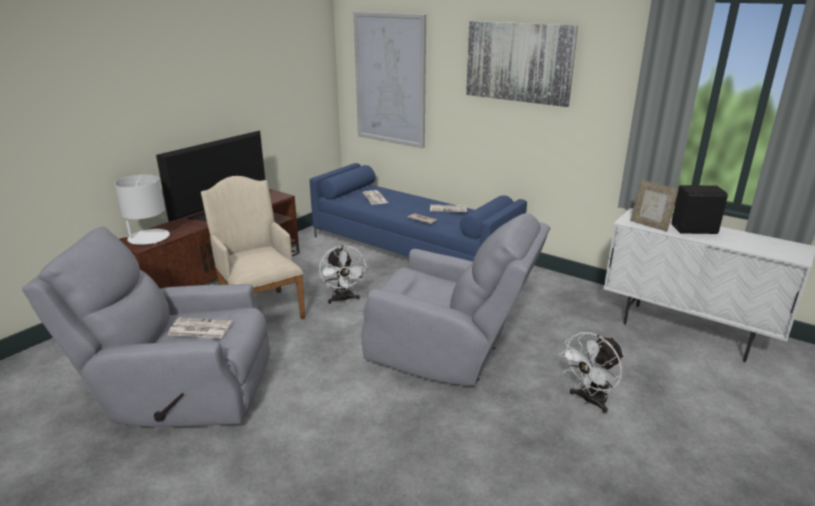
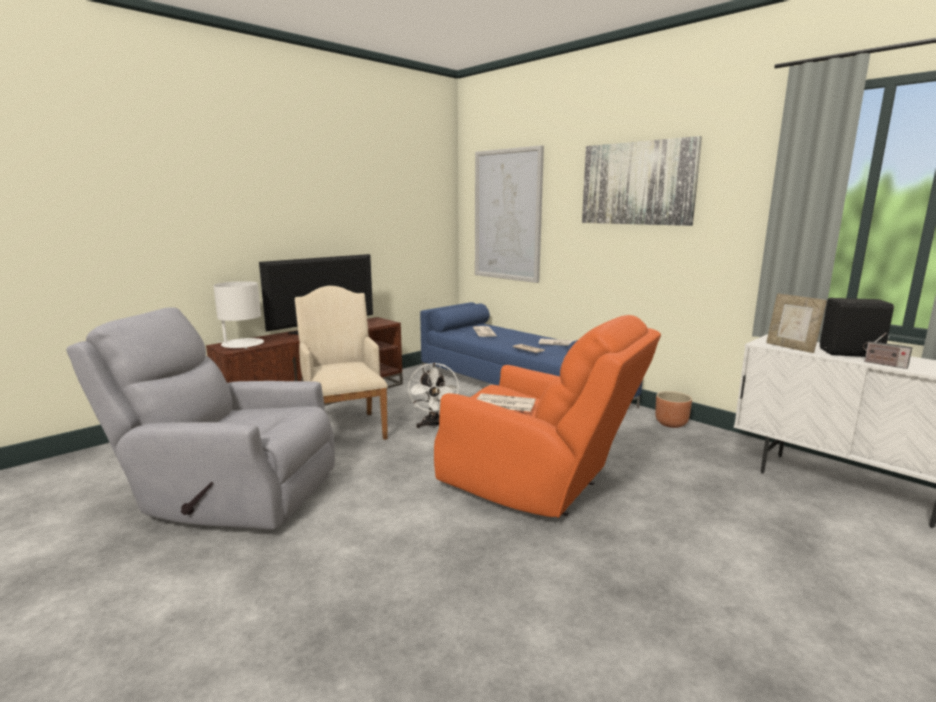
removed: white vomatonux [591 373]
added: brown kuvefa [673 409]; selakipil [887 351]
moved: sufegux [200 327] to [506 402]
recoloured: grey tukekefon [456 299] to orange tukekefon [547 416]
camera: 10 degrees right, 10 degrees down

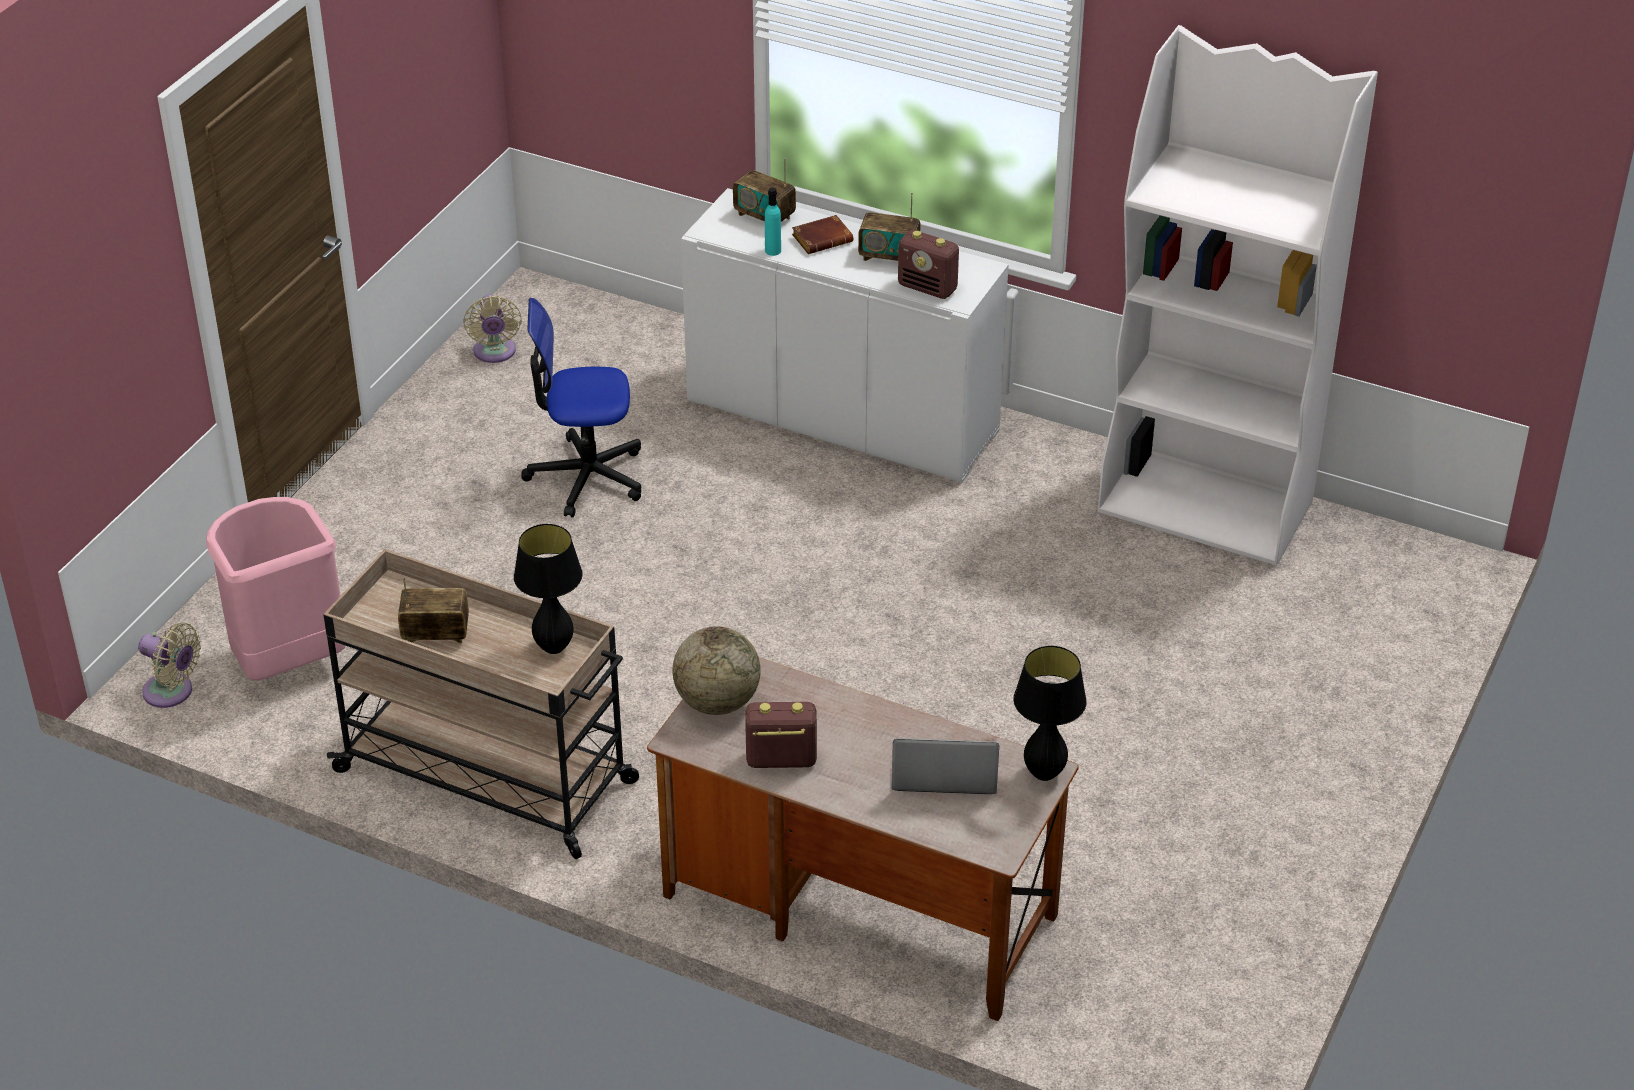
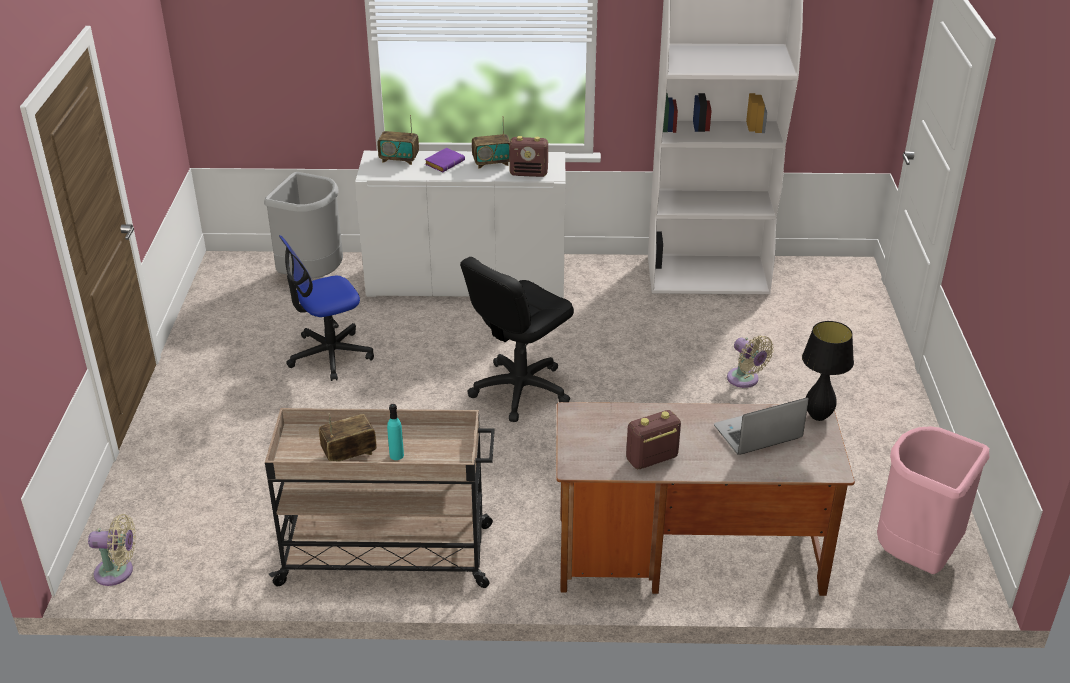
removed: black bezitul [548 589]; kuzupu [716 670]
added: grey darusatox [303 225]; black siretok [517 339]
moved: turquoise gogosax [773 222] to [395 432]; beige vomatonux [492 328] to [750 362]; pink darusatox [276 589] to [933 500]
recoloured: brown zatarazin [822 234] to purple zatarazin [445 160]
camera: 25 degrees left, 5 degrees down

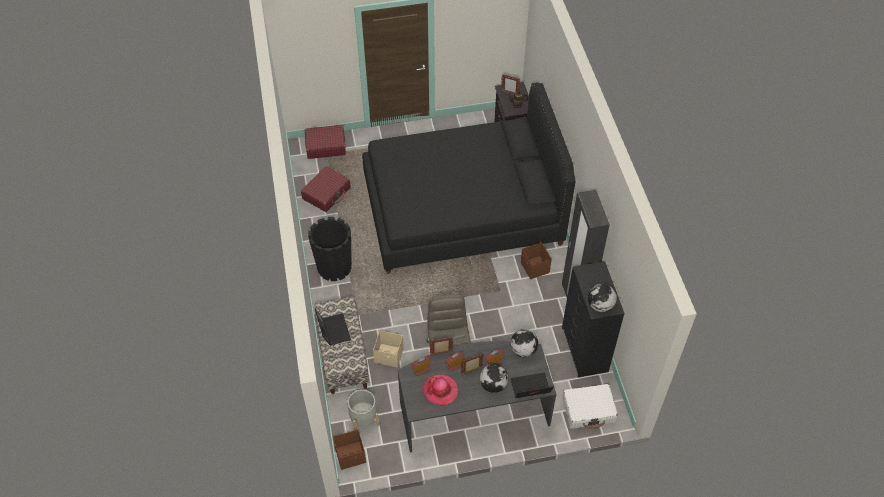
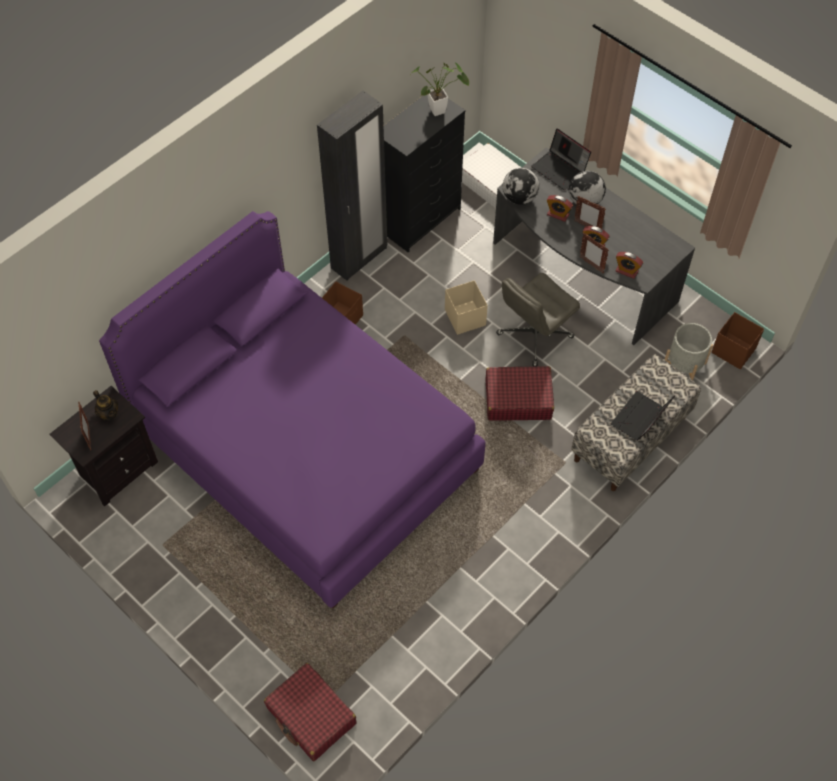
removed: black kuvefa [330 249]; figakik [440 389]
moved: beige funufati [388 349] to [466 307]; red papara [326 189] to [519 393]
replaced: kuzupu [602 298] to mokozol [440 89]
recoloured: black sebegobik [469 178] to purple sebegobik [292 410]
camera: 125 degrees left, 5 degrees up

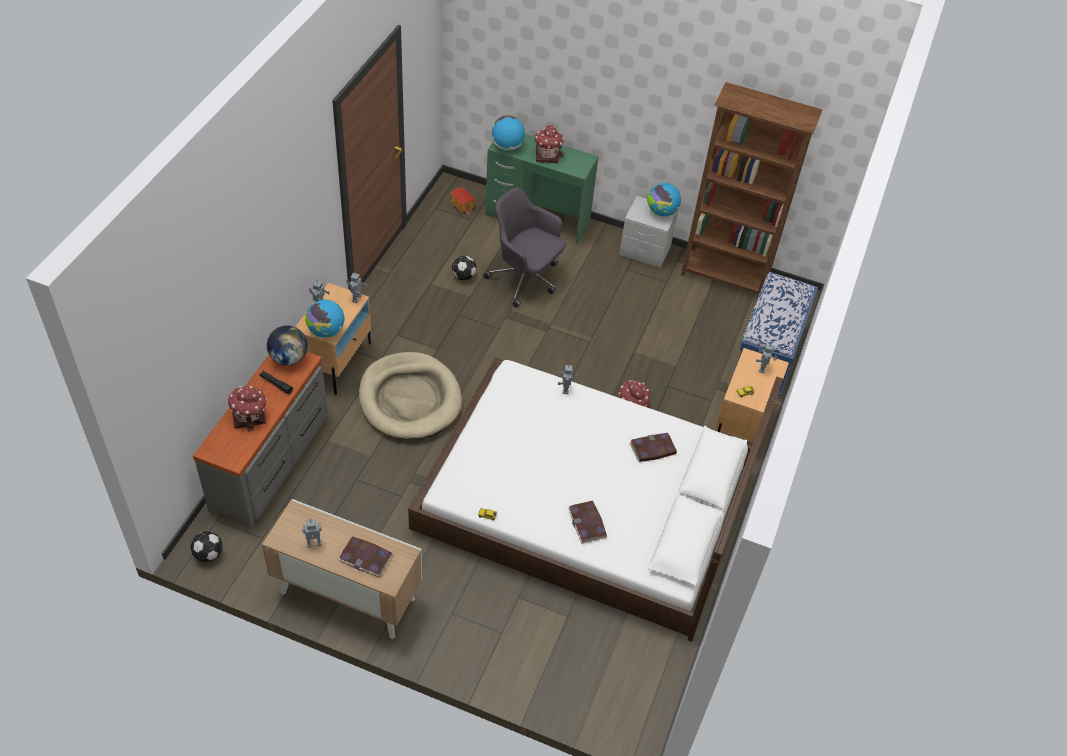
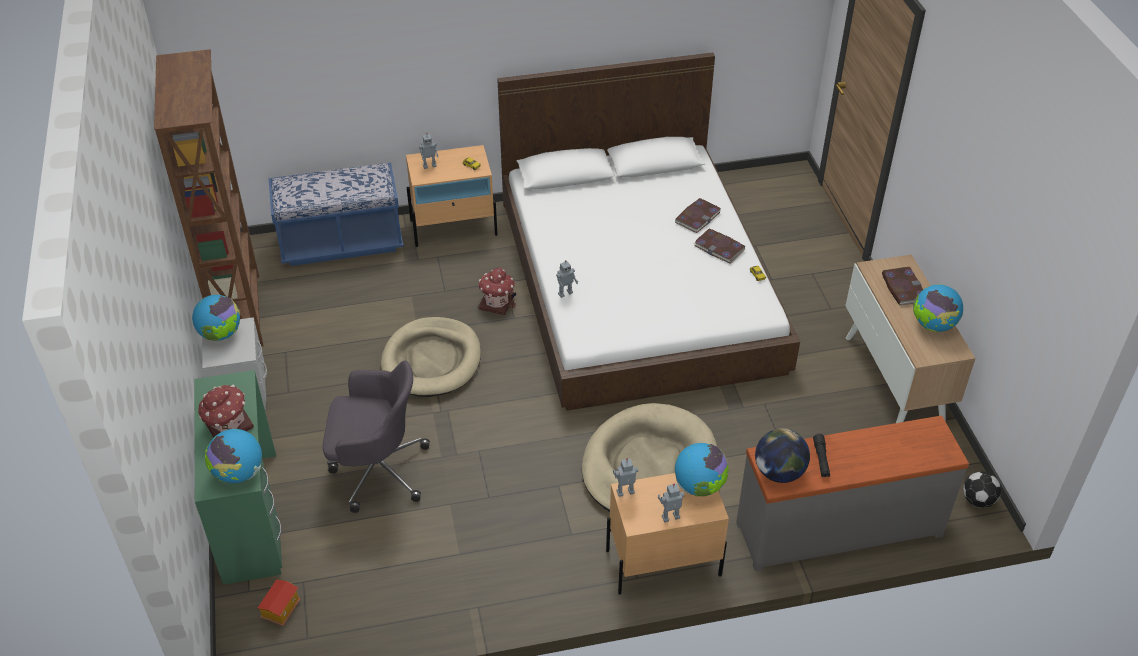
removed: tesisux [247 408]; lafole [464 268]
added: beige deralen [431 357]
moved: zatarazin [653 447] to [720 246]
replaced: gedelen [312 533] to kuzupu [938 308]
turned: grey siretok [524 247] = [376 437] 90 degrees counterclockwise
camera: 120 degrees left, 5 degrees down

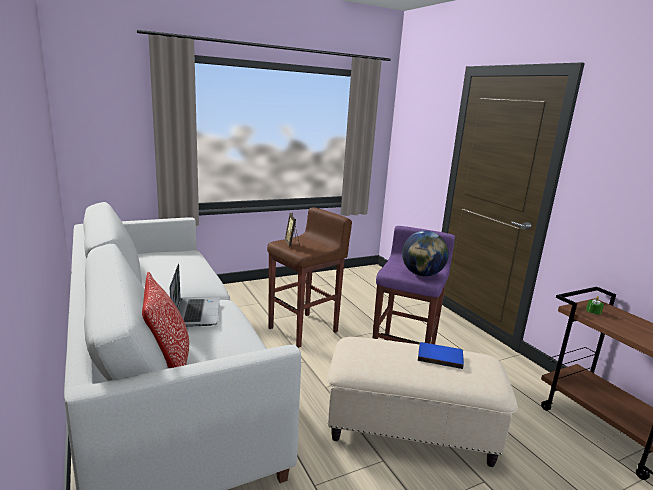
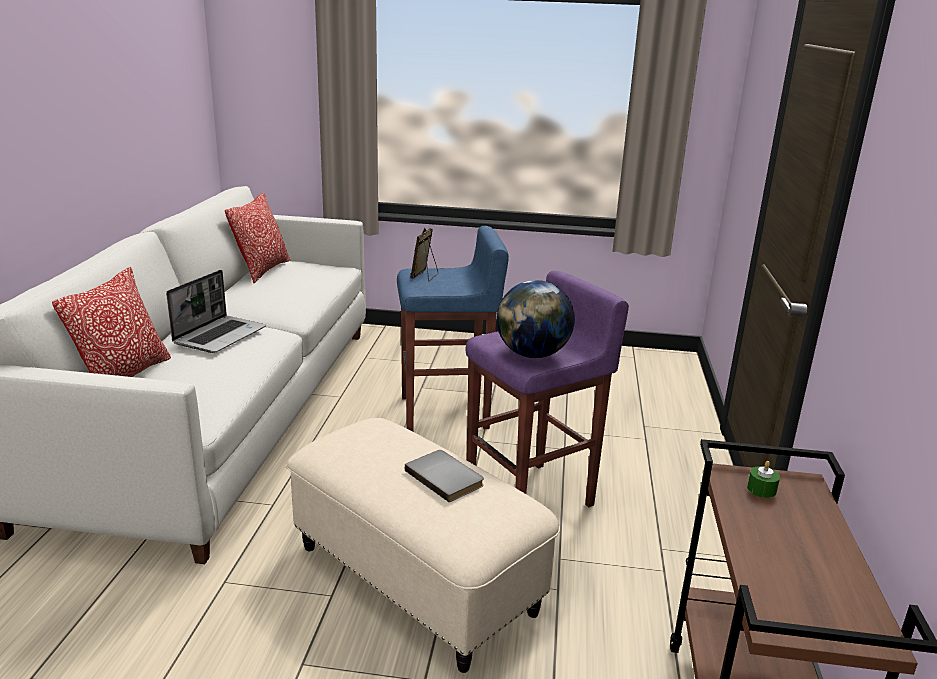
added: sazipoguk [257 238]
recoloured: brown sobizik [309 277] to blue sobizik [453 329]; blue zatarazin [441 355] to grey zatarazin [444 476]
camera: 35 degrees right, 5 degrees up

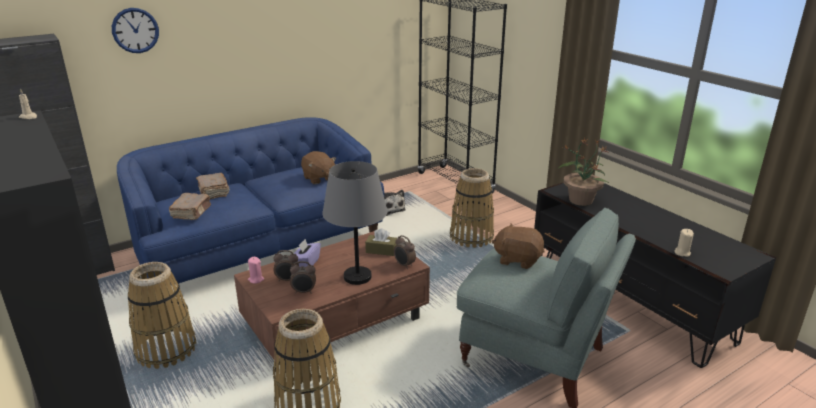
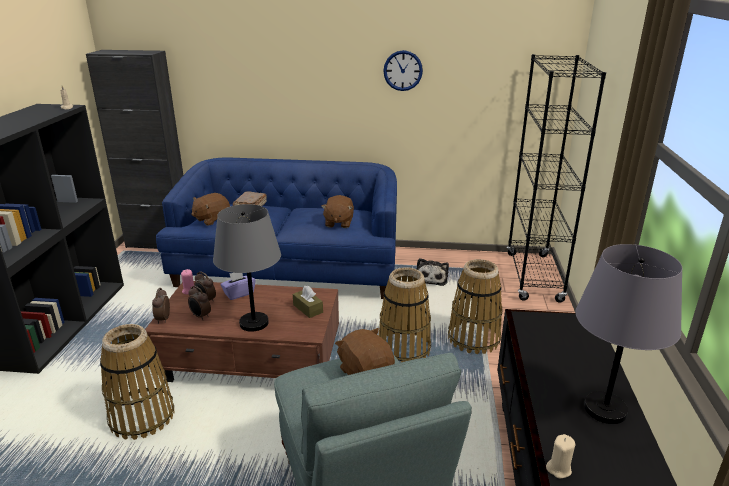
removed: mokozol [583 172]
added: grey bezitul [629 334]
moved: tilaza [405 252] to [161 306]; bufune [162 315] to [405 314]; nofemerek [135 30] to [403 70]
replaced: brown zatarazin [190 206] to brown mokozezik [210 209]
camera: 40 degrees right, 0 degrees up

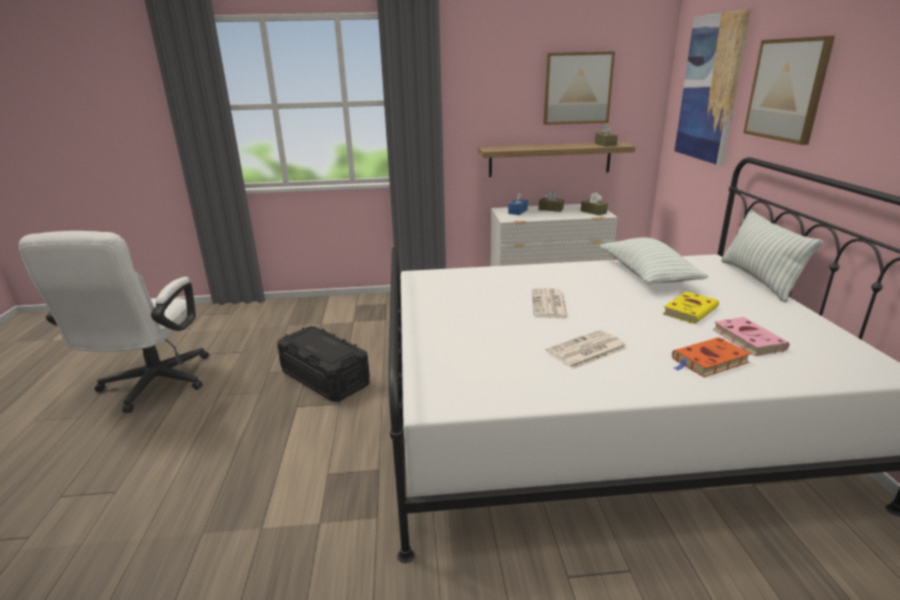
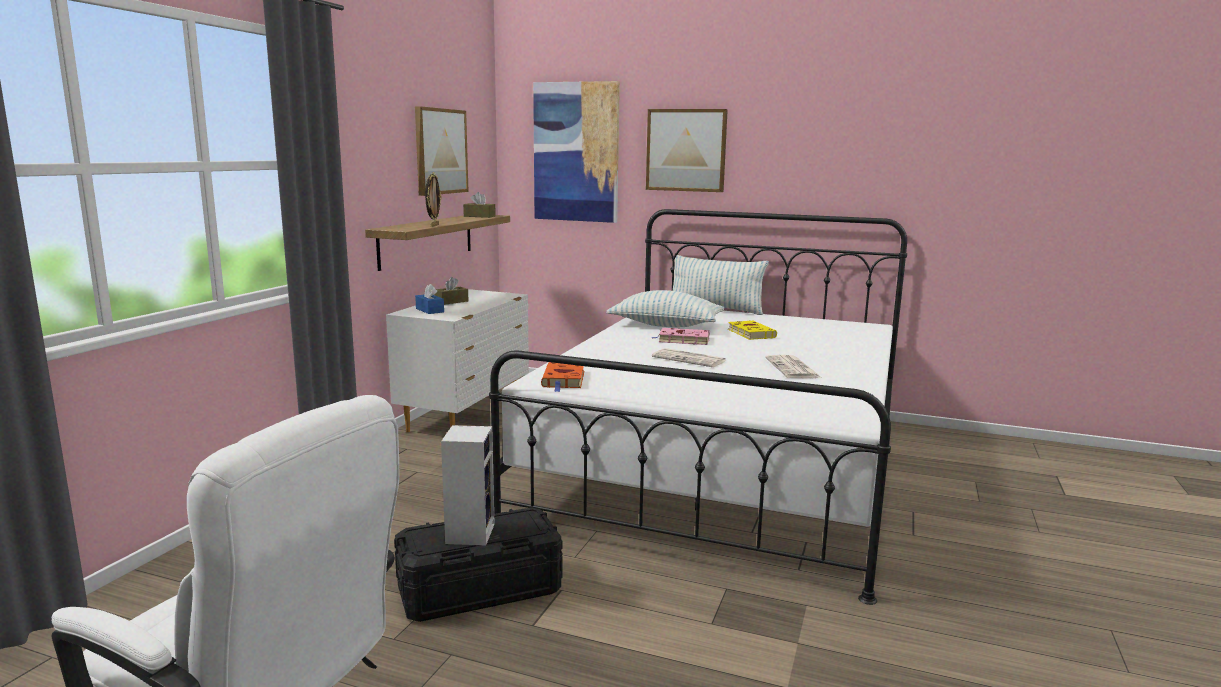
removed: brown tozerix [594 203]
added: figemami [433 199]; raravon [468 485]
moved: orange zatarazin [711 357] to [562 377]; pink zatarazin [751 336] to [681 336]
camera: 65 degrees left, 10 degrees down

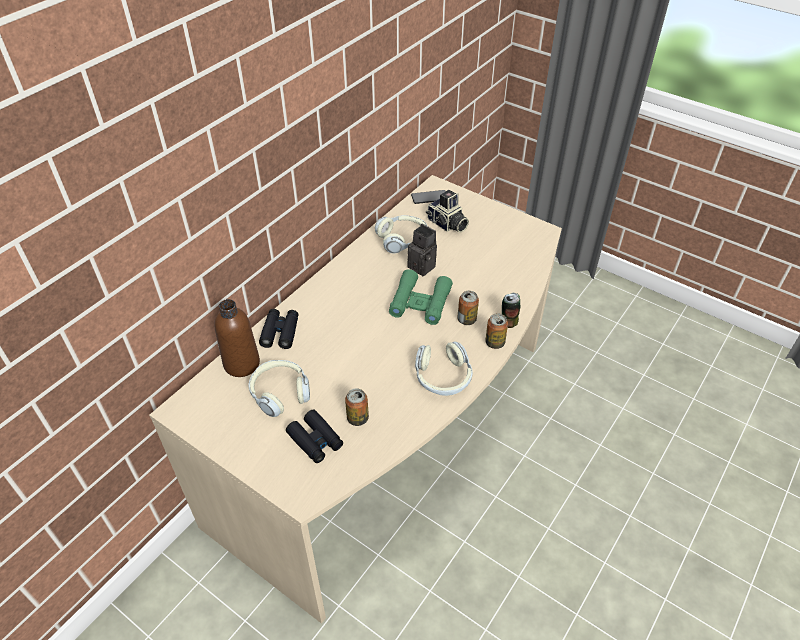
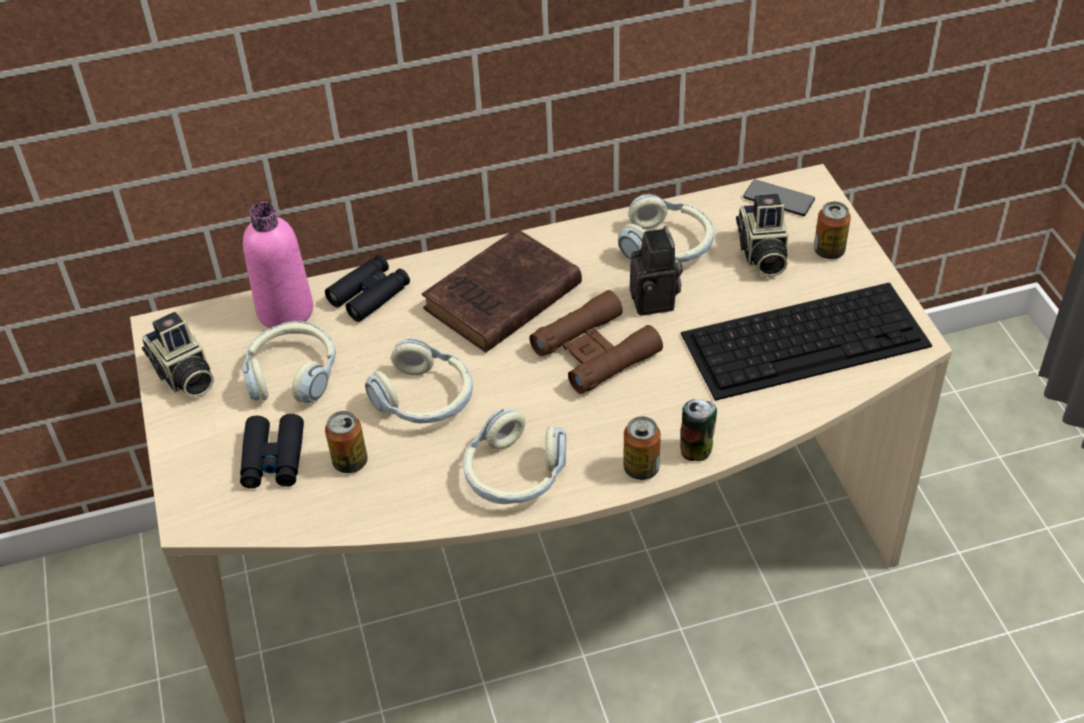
added: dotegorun [178 354]; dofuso [419 380]; brown zatarazin [502 290]; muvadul [806 341]
moved: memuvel [468 308] to [832 230]
recoloured: brown gogosax [237 338] to pink gogosax [278 265]; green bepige [421 297] to brown bepige [596 342]
camera: 40 degrees right, 0 degrees up

